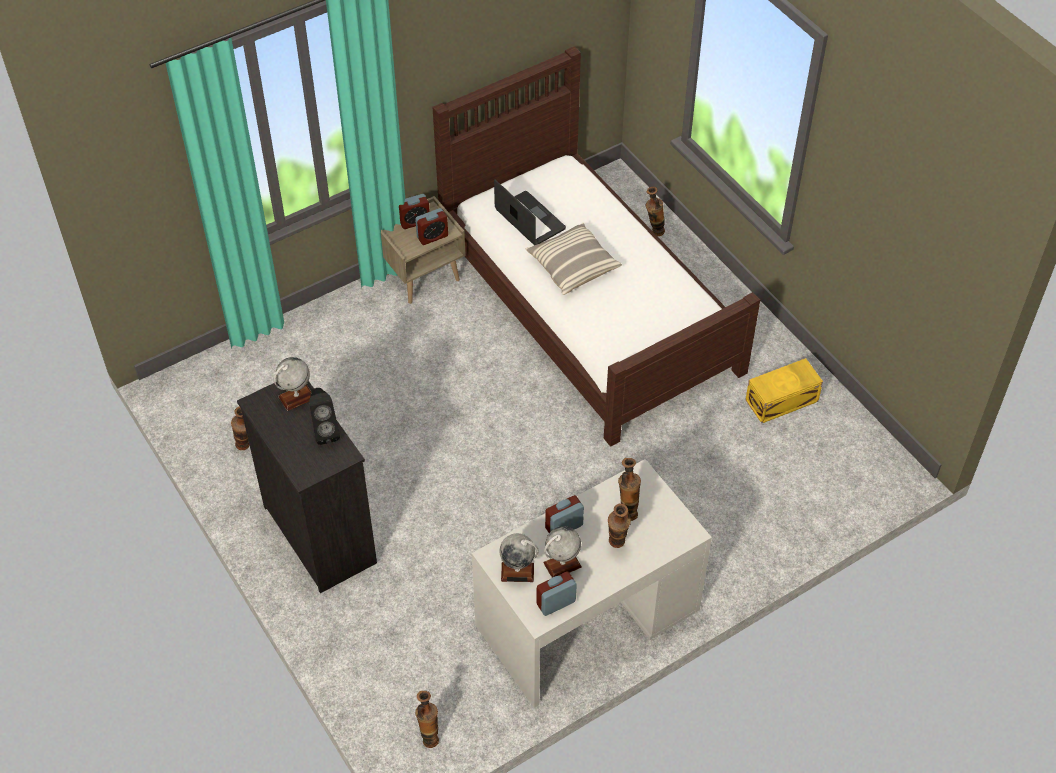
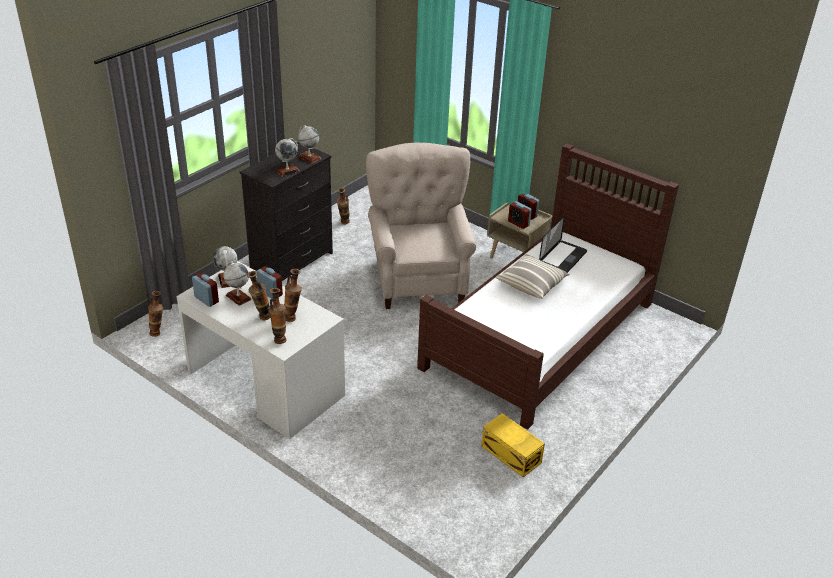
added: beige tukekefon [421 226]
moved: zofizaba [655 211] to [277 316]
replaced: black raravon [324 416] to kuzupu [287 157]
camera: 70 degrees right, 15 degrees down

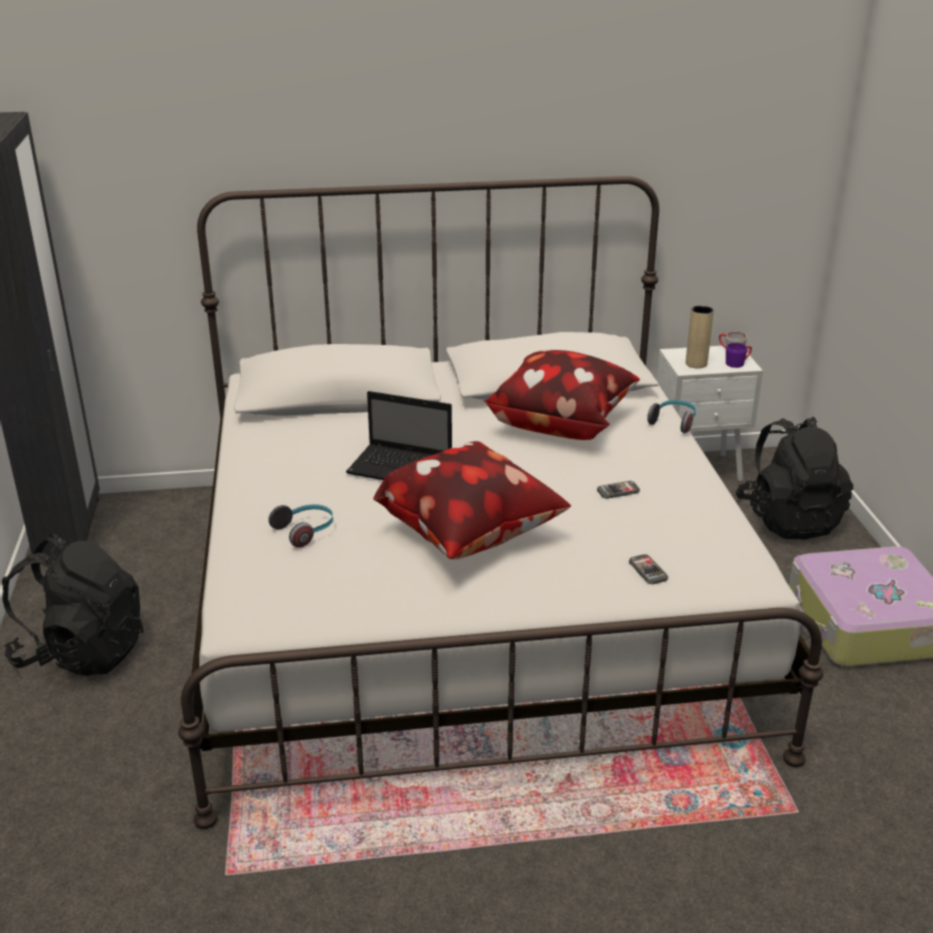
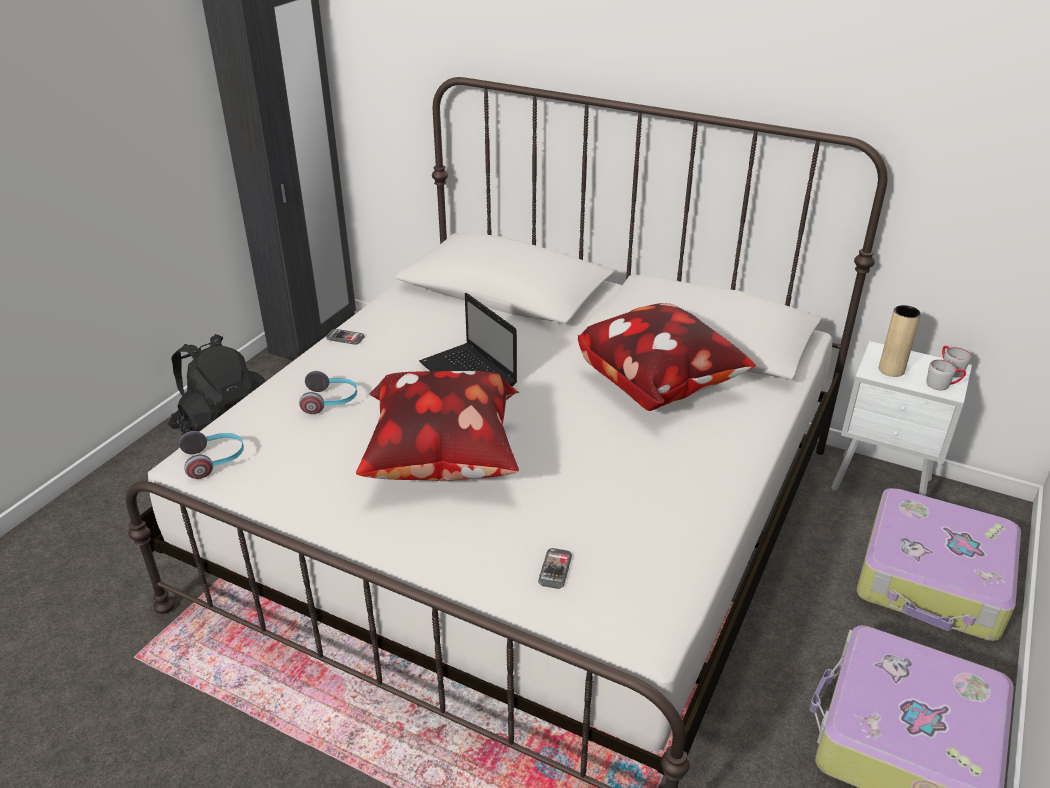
moved: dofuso [671 417] to [211 455]; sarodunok [618 490] to [345 337]
replaced: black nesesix [794 477] to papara [939 564]
recoloured: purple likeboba [739 355] to grey likeboba [946 374]
camera: 35 degrees right, 5 degrees up

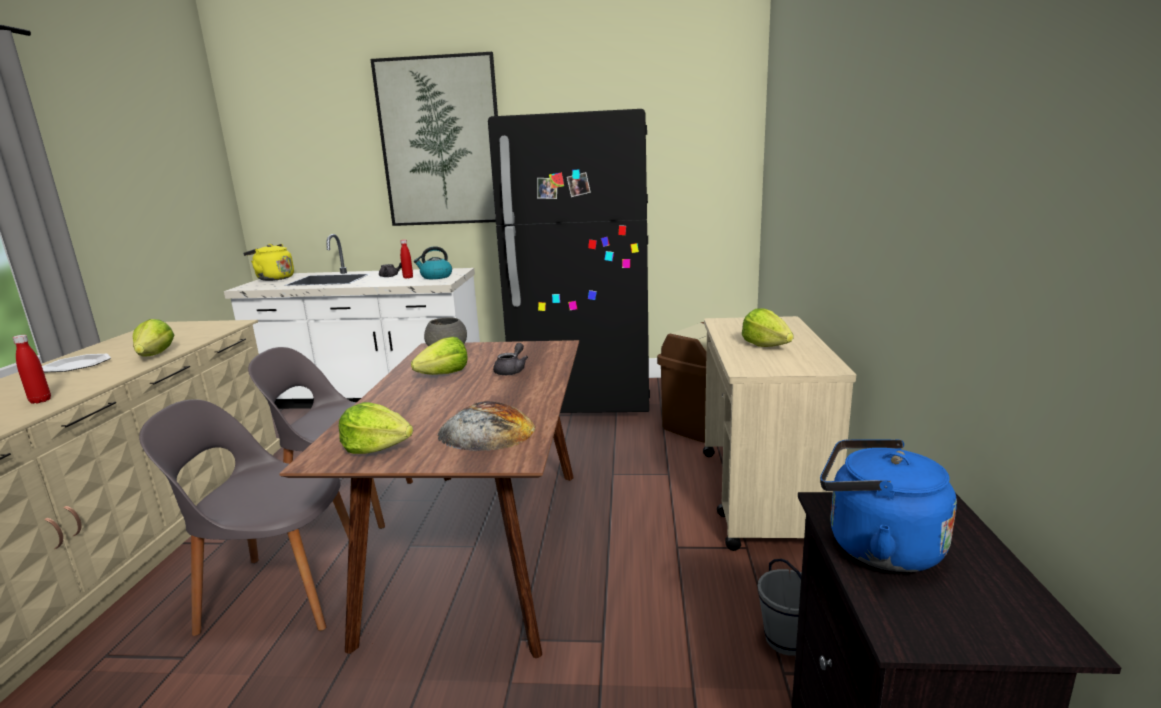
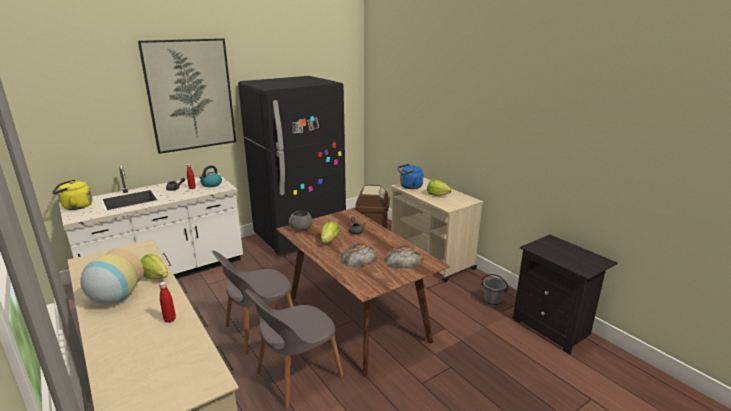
removed: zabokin [376 428]
added: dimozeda [359 255]
moved: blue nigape [888 505] to [410 176]
replaced: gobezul [76 363] to zofizaba [112 276]
camera: 40 degrees left, 5 degrees up

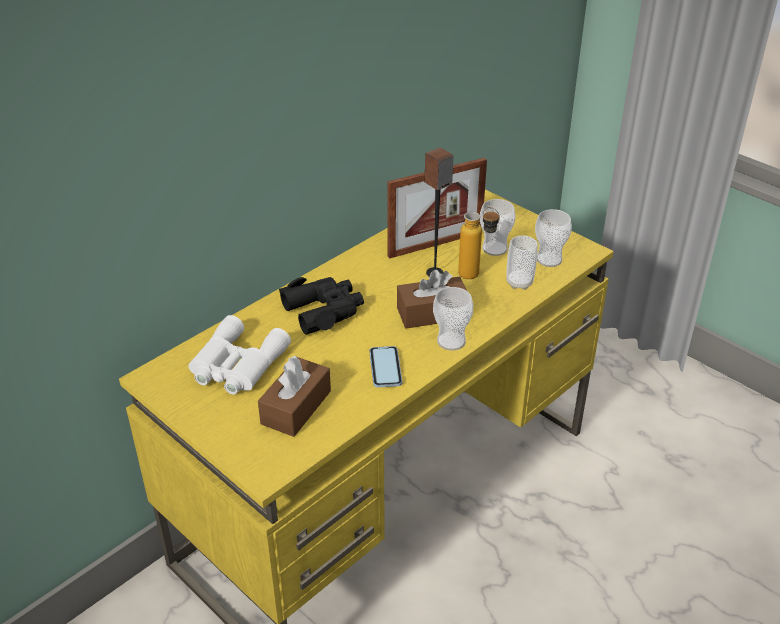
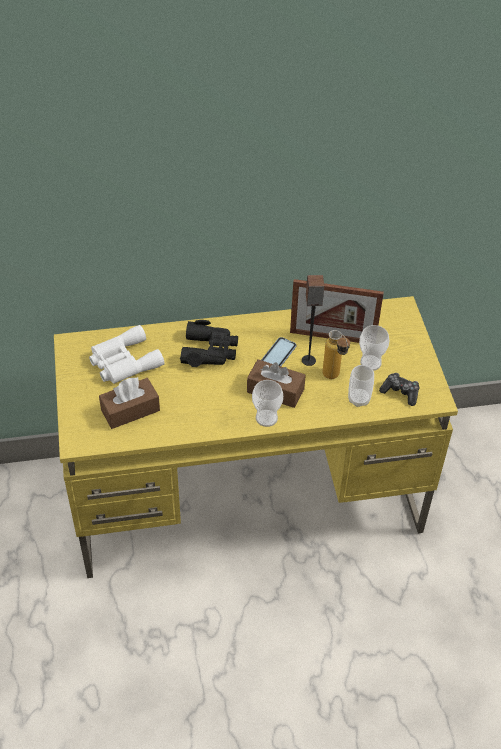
moved: sarodunok [385 367] to [278 351]
replaced: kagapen [553 238] to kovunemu [399 389]
camera: 35 degrees right, 10 degrees up

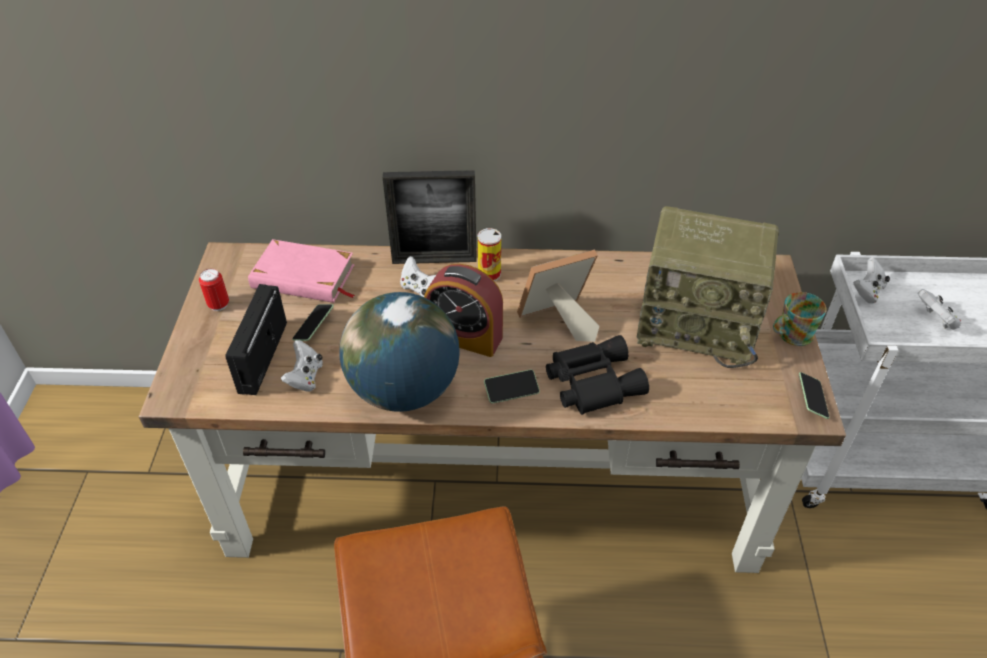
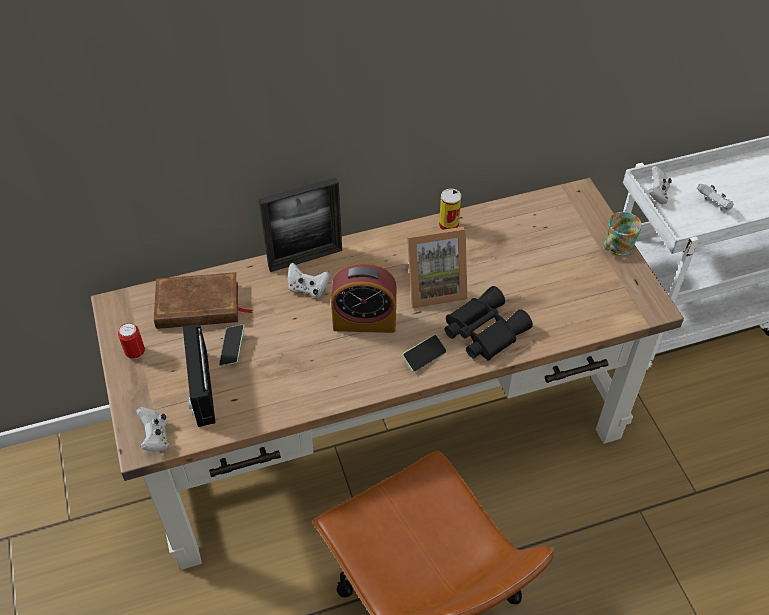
removed: kuzupu [399 352]; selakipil [708 287]; sarodunok [814 395]
moved: white kovunemu [302 366] to [153 429]; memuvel [489 254] to [450 209]
recoloured: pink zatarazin [301 271] to brown zatarazin [203 300]
turned: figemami [558 295] = [435 267] 150 degrees counterclockwise
camera: 20 degrees left, 5 degrees up

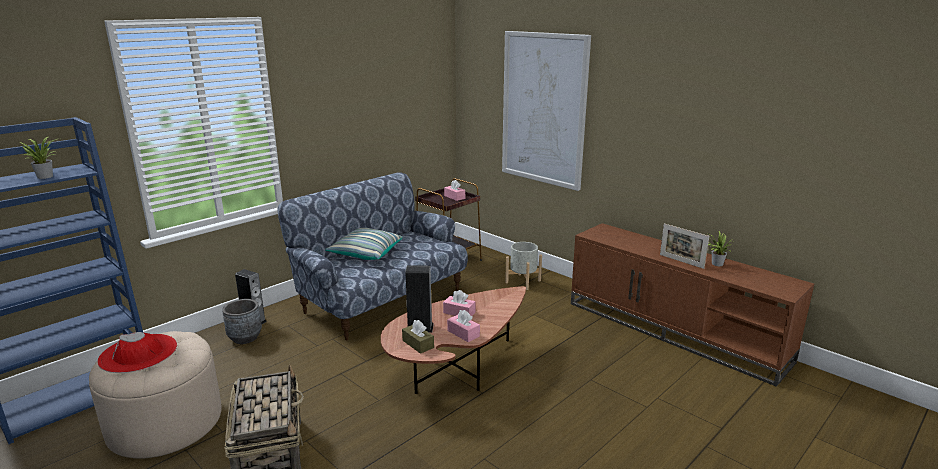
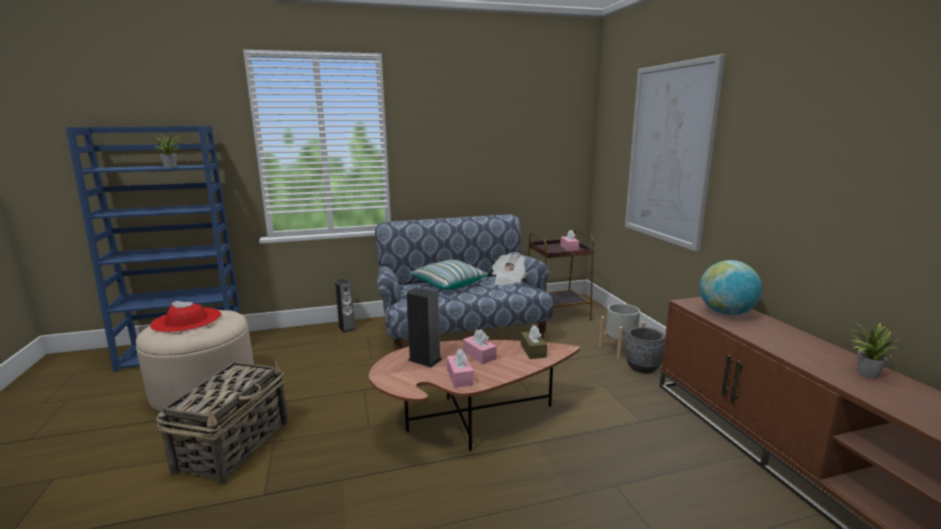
removed: figemami [684 246]
added: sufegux [509 268]; kuzupu [731 287]
moved: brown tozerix [418 337] to [534 342]; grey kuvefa [242 321] to [645 350]
camera: 30 degrees right, 5 degrees down

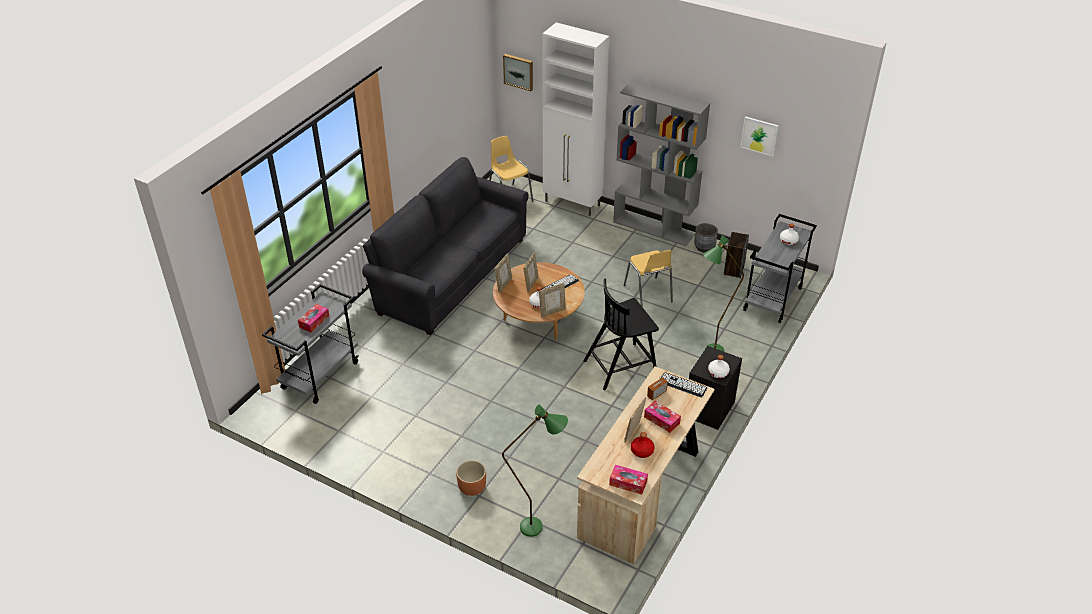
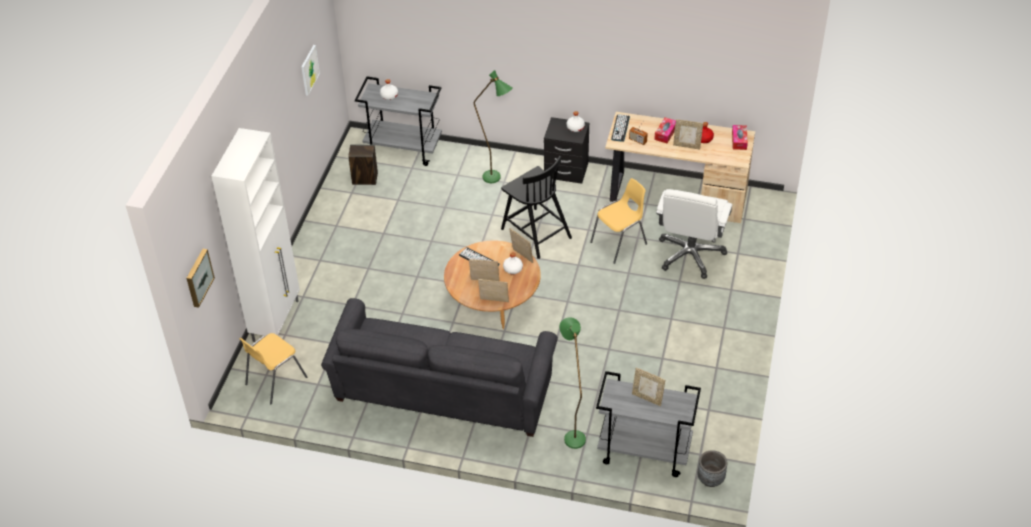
removed: brown kuvefa [471 478]; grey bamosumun [661 164]
added: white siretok [694 234]
moved: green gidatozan [535 471] to [572 383]; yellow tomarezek [648 278] to [618 221]; grey kuvefa [706 238] to [712 468]
replaced: tozerix [313 318] to figemami [648 387]
camera: 105 degrees left, 5 degrees up

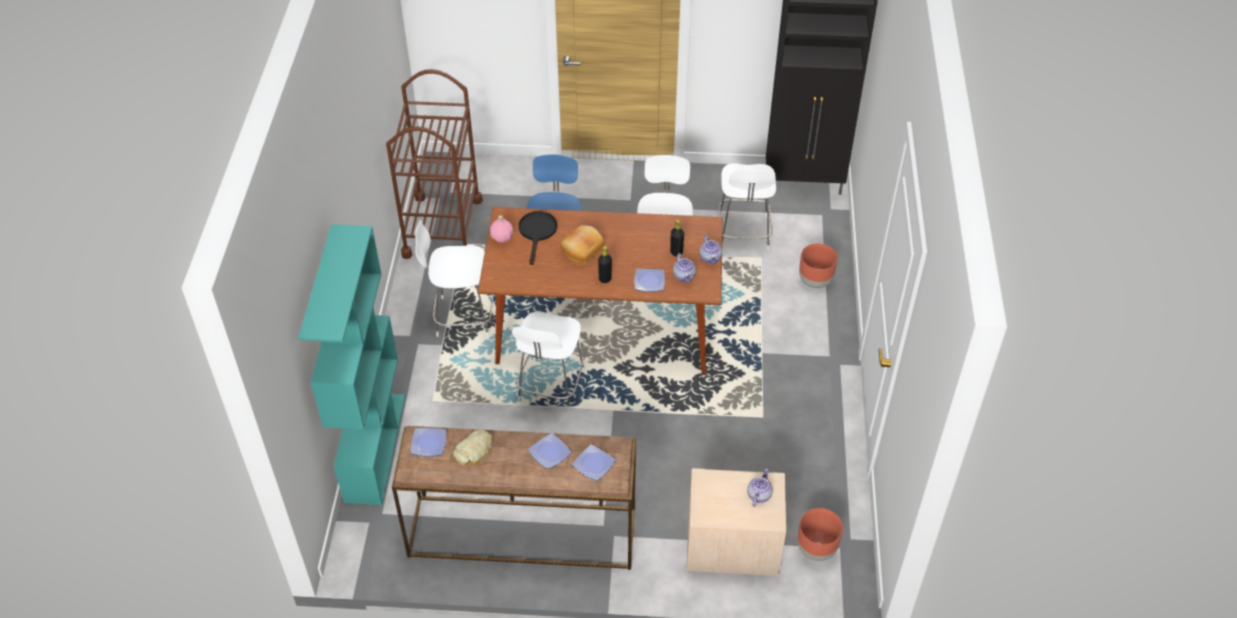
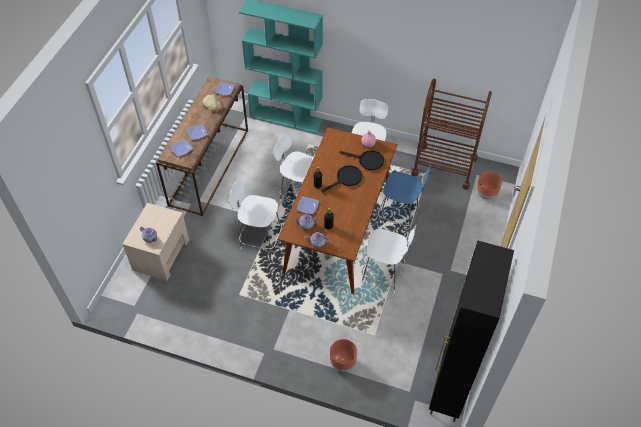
moved: white tomarezek [747 206] to [255 217]; brown kuvefa [820 534] to [489 185]
replaced: dimozeda [582 244] to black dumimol [342 179]
camera: 105 degrees right, 5 degrees up

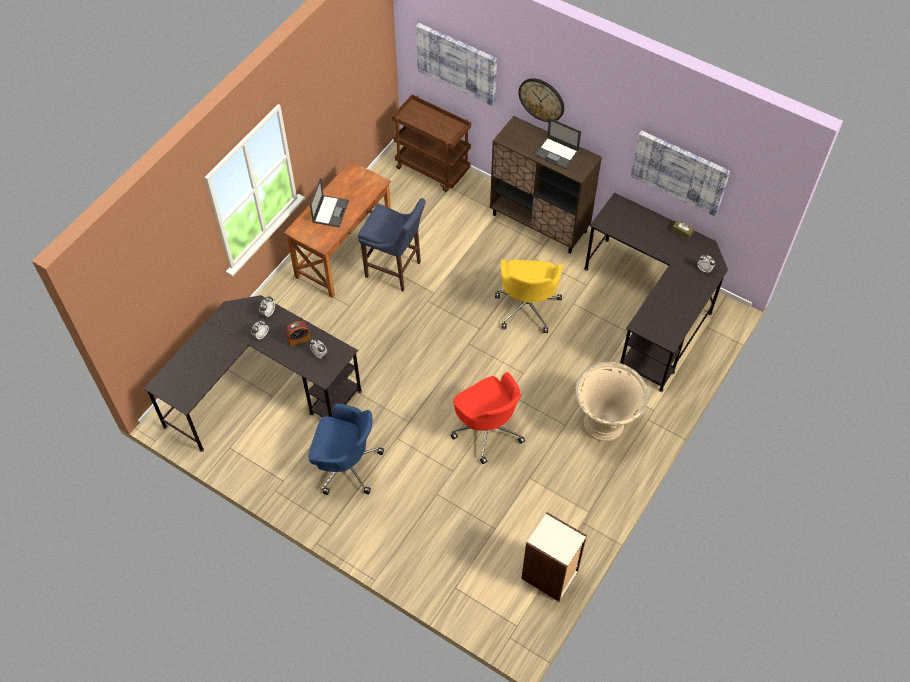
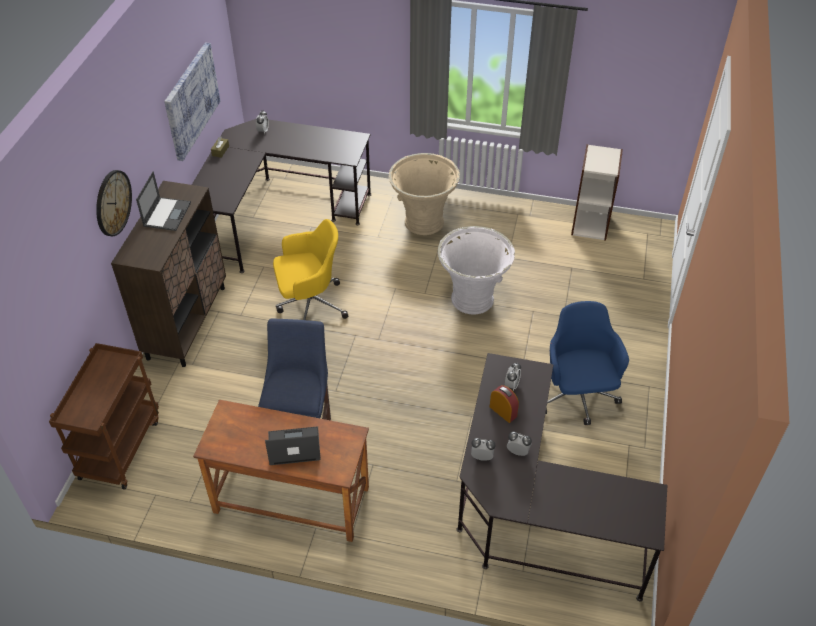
removed: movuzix [456 64]
replaced: red siretok [488 418] to white kuvefa [476 270]
camera: 110 degrees left, 10 degrees down

